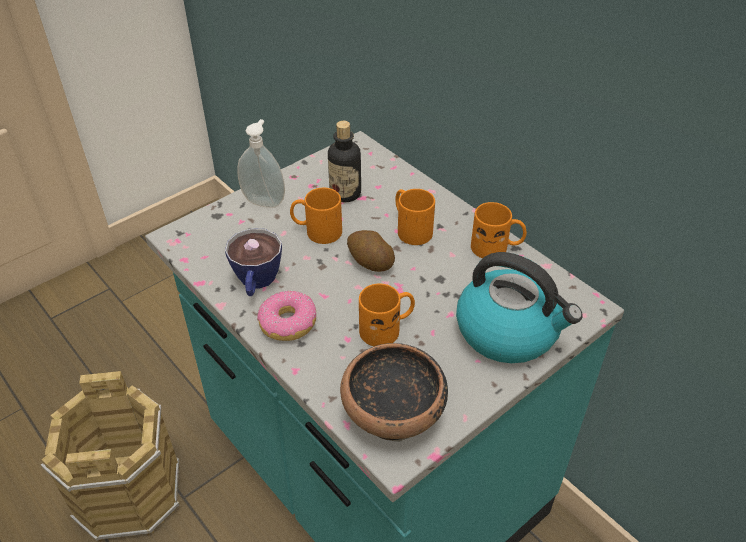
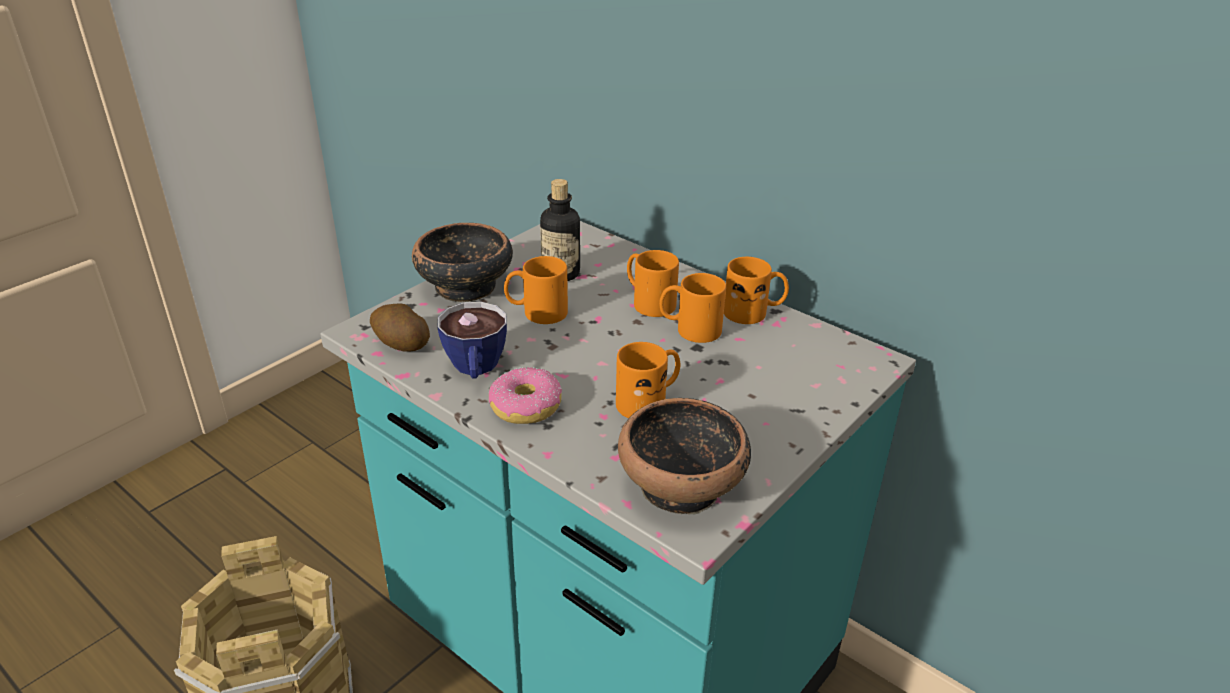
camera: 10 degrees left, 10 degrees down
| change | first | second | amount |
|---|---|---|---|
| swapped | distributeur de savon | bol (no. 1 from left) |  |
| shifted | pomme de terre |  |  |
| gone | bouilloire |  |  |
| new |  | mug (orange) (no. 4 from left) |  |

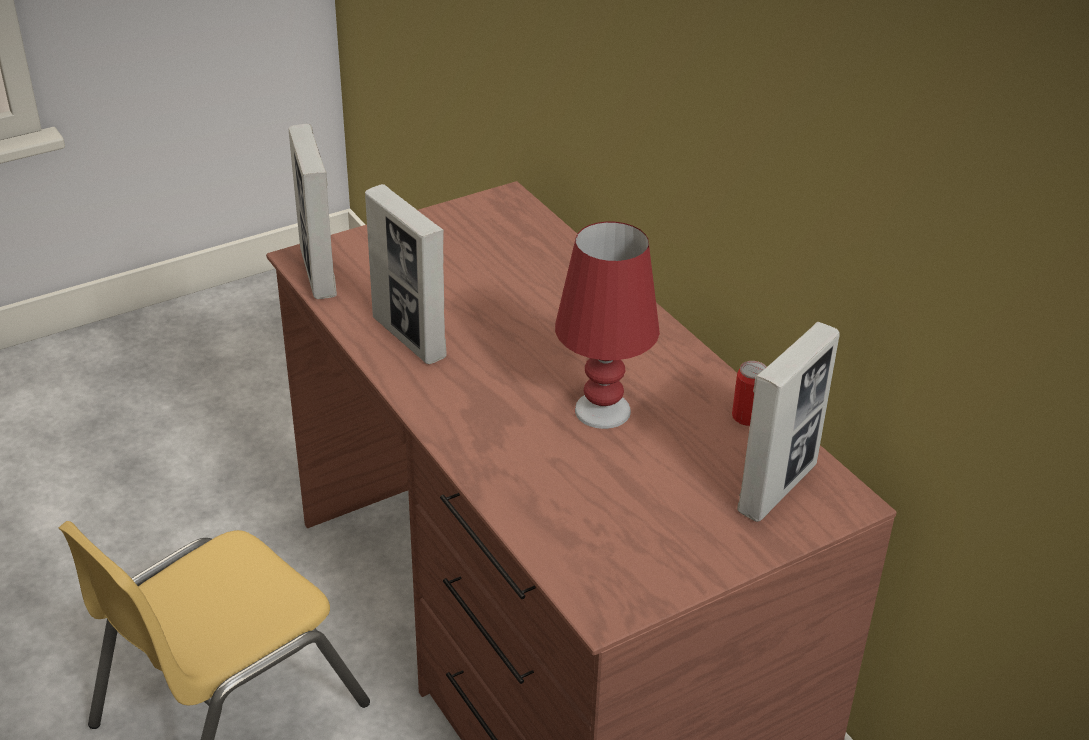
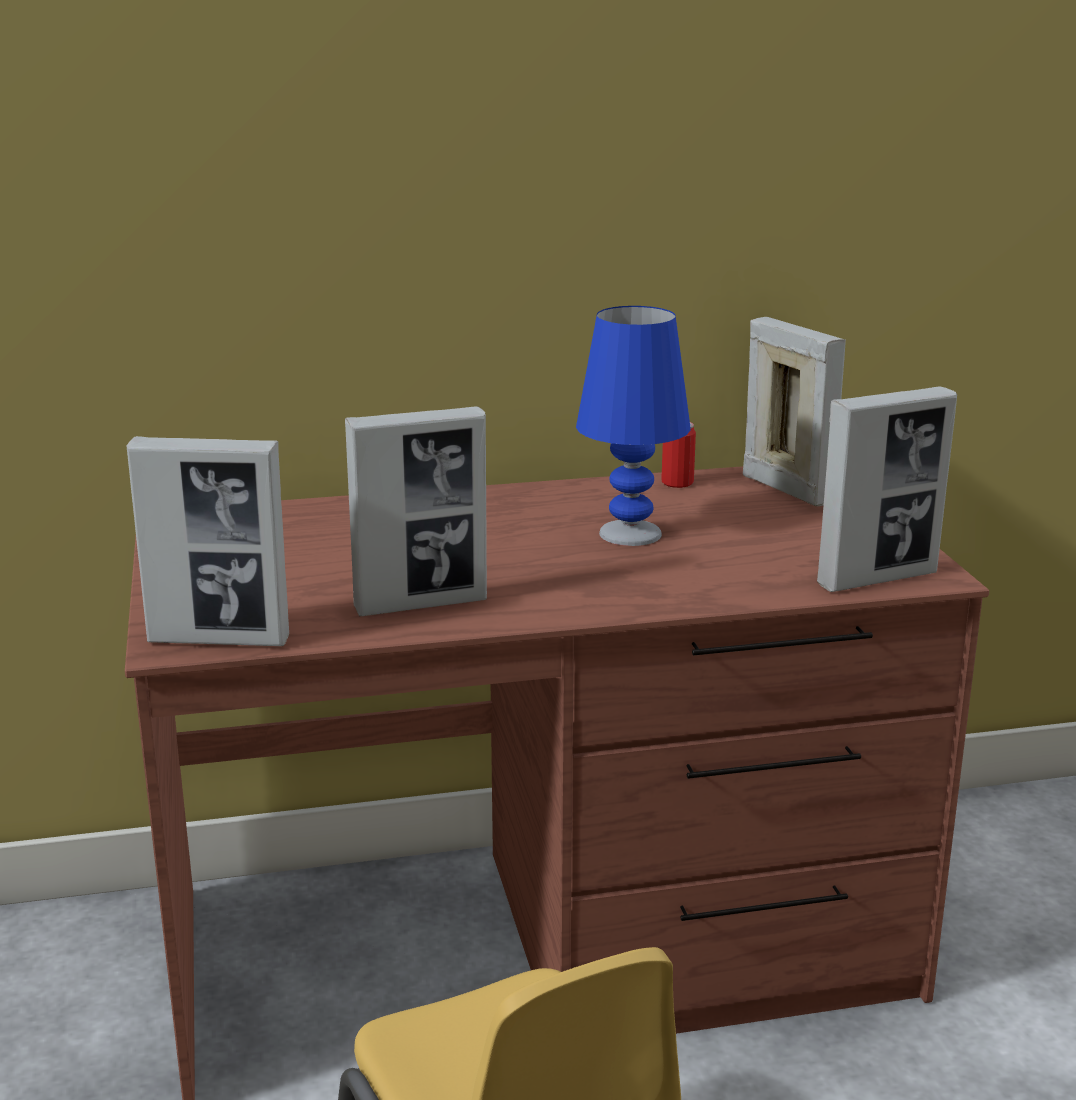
camera: 70 degrees left, 15 degrees down
| change | first | second | amount |
|---|---|---|---|
| repainted | lampe de table (rouge) | lampe de table (bleu) |  |
| new |  | cadre photo (no. 4 from left) |  |

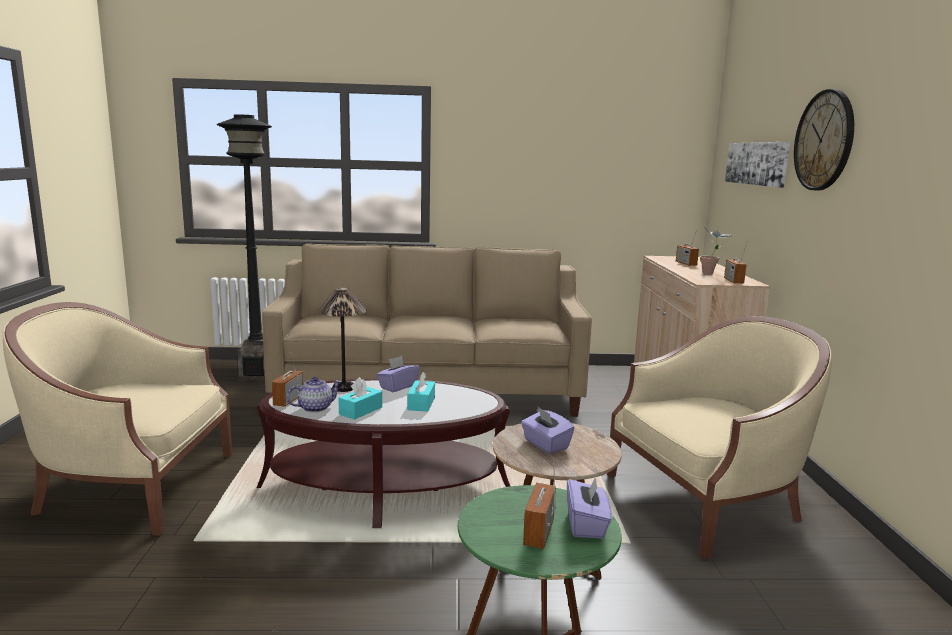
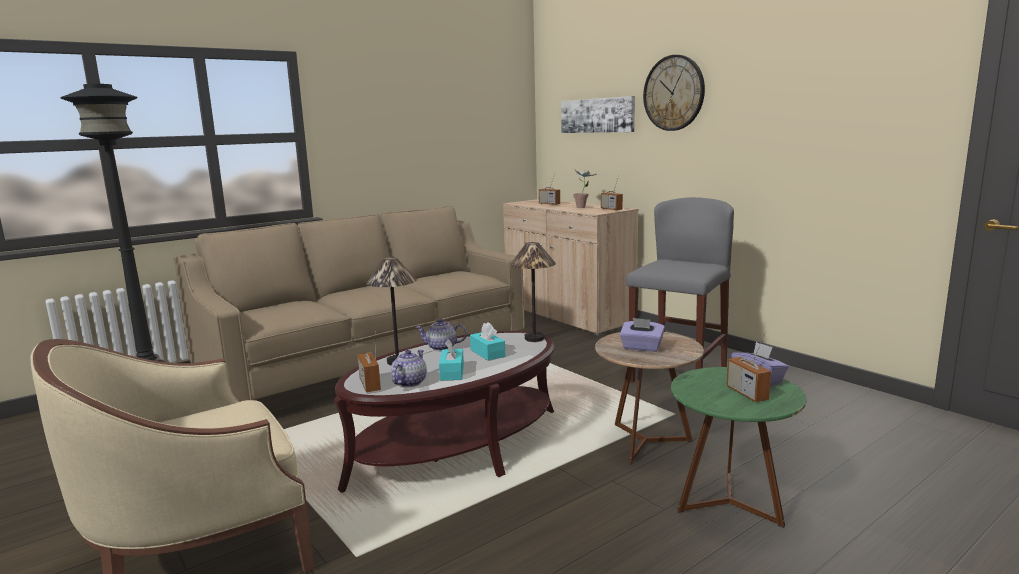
camera: 35 degrees left, 0 degrees up
| change | first | second | amount |
|---|---|---|---|
| swapped | boîte à mouchoirs (violet) (no. 1 from left) | théière (no. 2 from left) |  |
| swapped | fauteuil (beige) (no. 2 from left) | tabouret (gris) |  |
| new |  | lampe de table (no. 2 from left) |  |

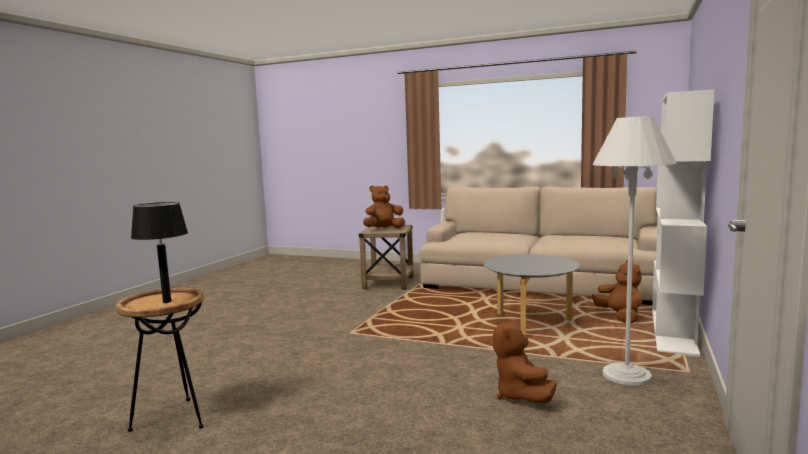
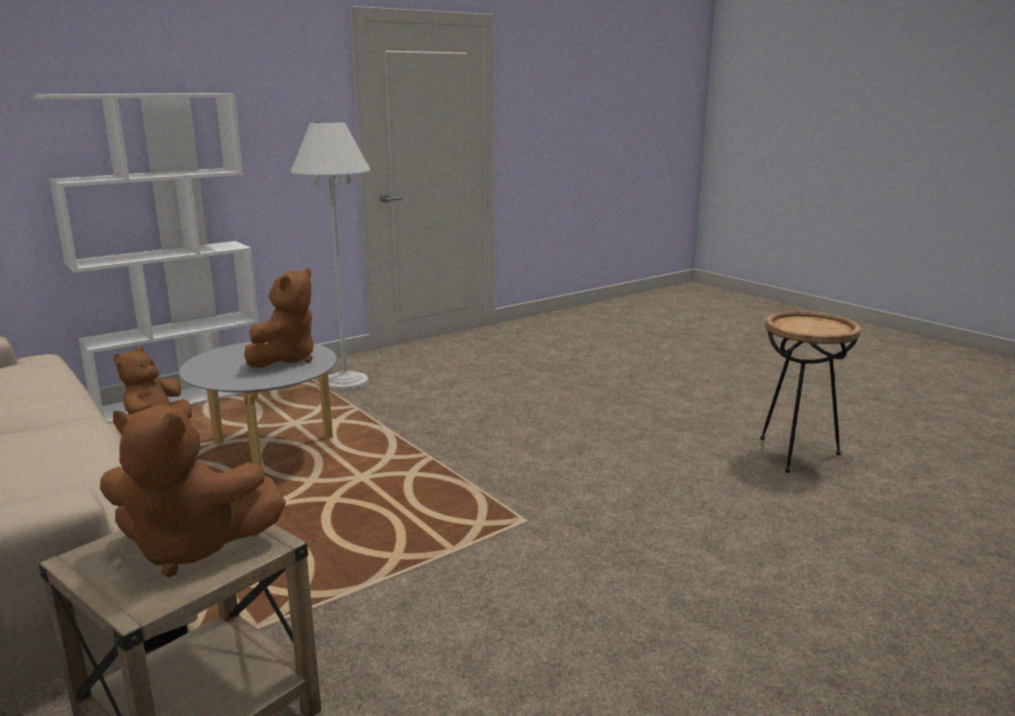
camera: 150 degrees left, 10 degrees up
| change | first | second | amount |
|---|---|---|---|
| gone | lampe de table (noir) |  |  |
| shifted | peluche (marron) (no. 2 from left in the first image) | peluche (marron) (no. 3 from left) |  |

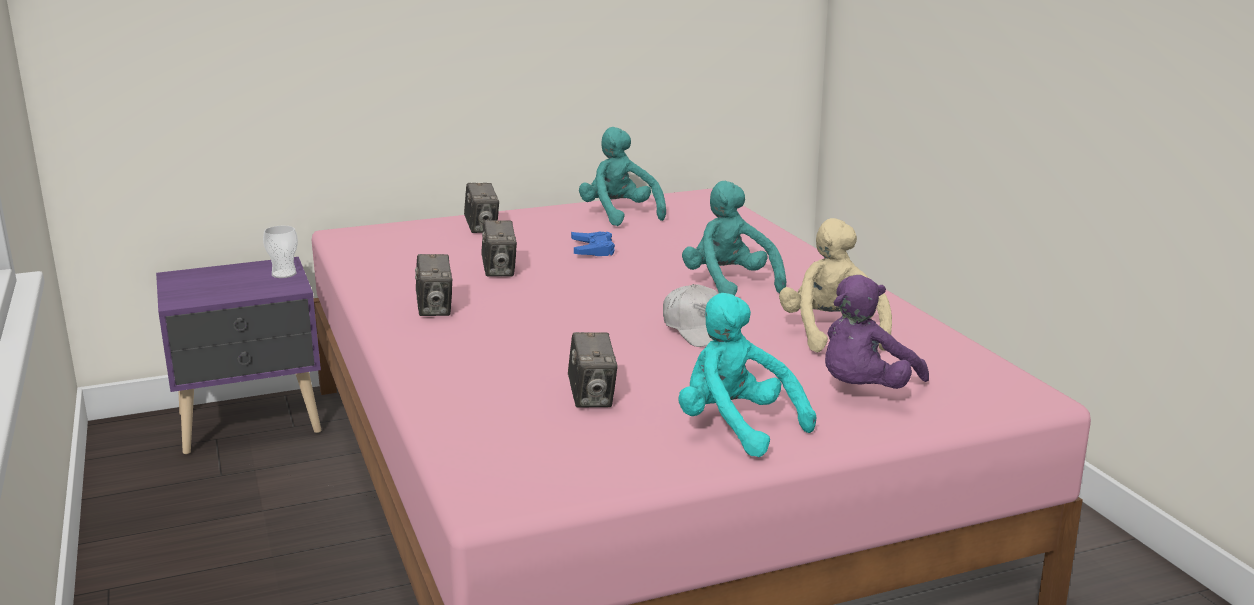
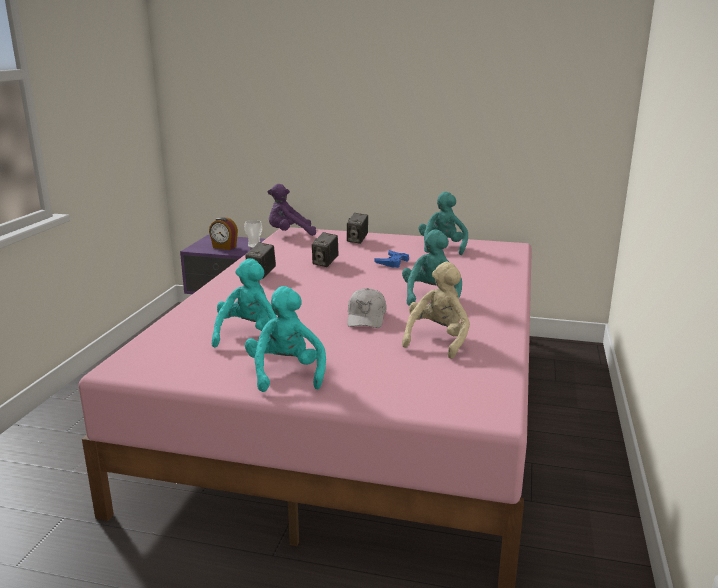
camera: 35 degrees right, 0 degrees up
| change | first | second | amount |
|---|---|---|---|
| swapped | appareil photo (no. 4 from left) | peluche (turquoise) (no. 1 from left) |  |
| shifted | peluche (violet) |  |  |
| new |  | réveil |  |

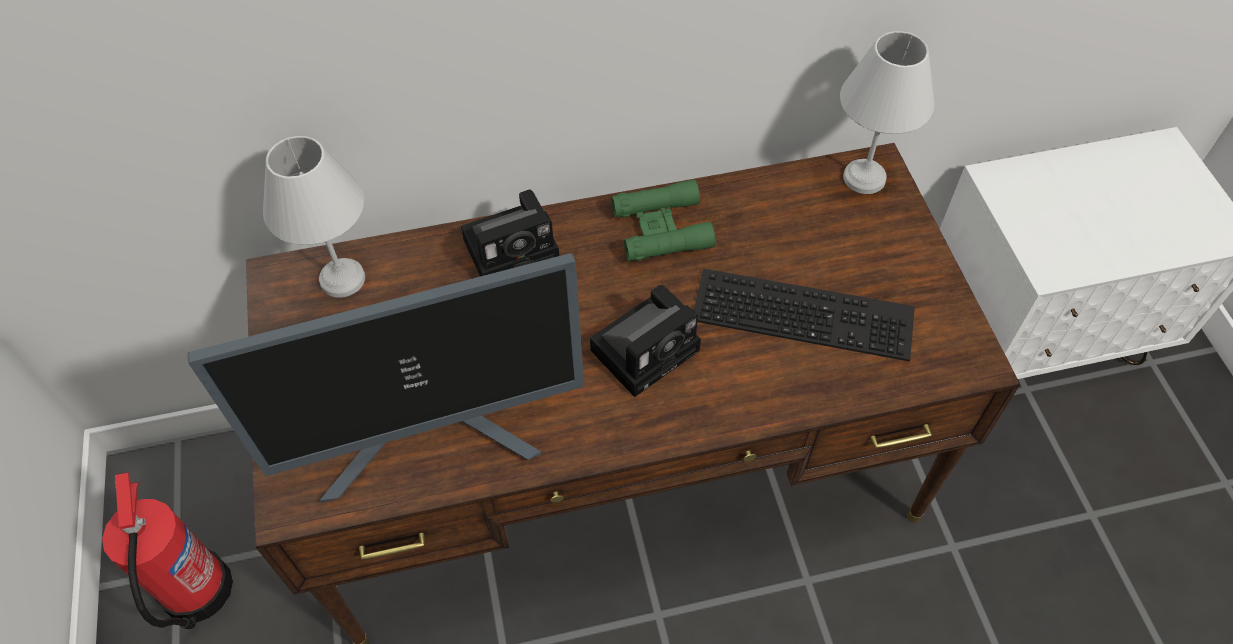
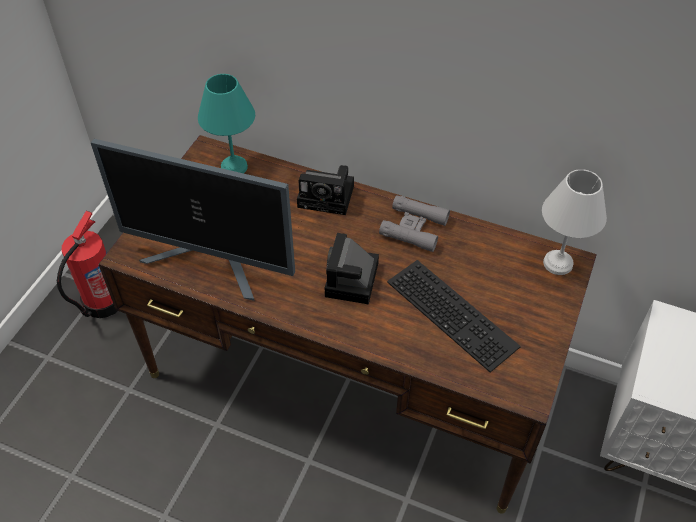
camera: 35 degrees right, 5 degrees down
| change | first | second | amount |
|---|---|---|---|
| repainted | lampe de table (blanc) (no. 1 from left) | lampe de table (turquoise) |  |
| rotated | appareil photo (no. 2 from left) |  | 105 degrees clockwise |
| repainted | jumelles (vert) | jumelles (gris) |  |

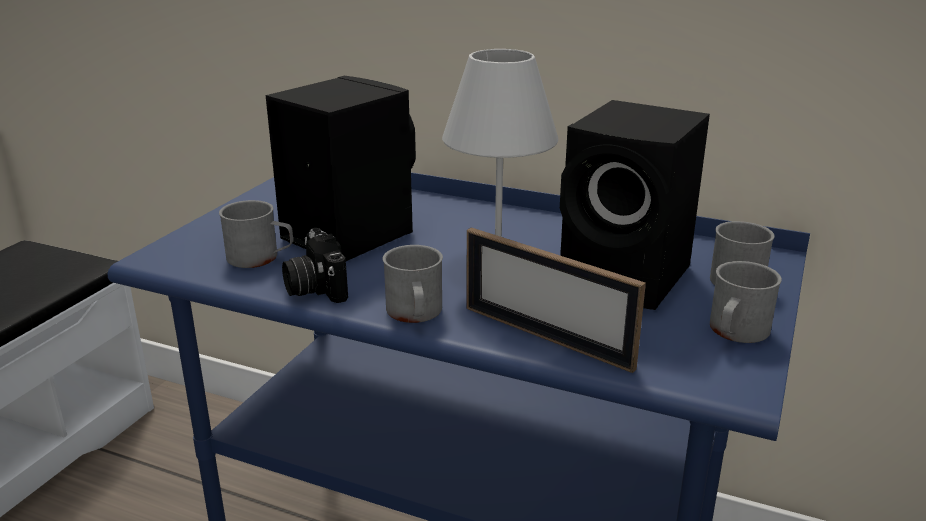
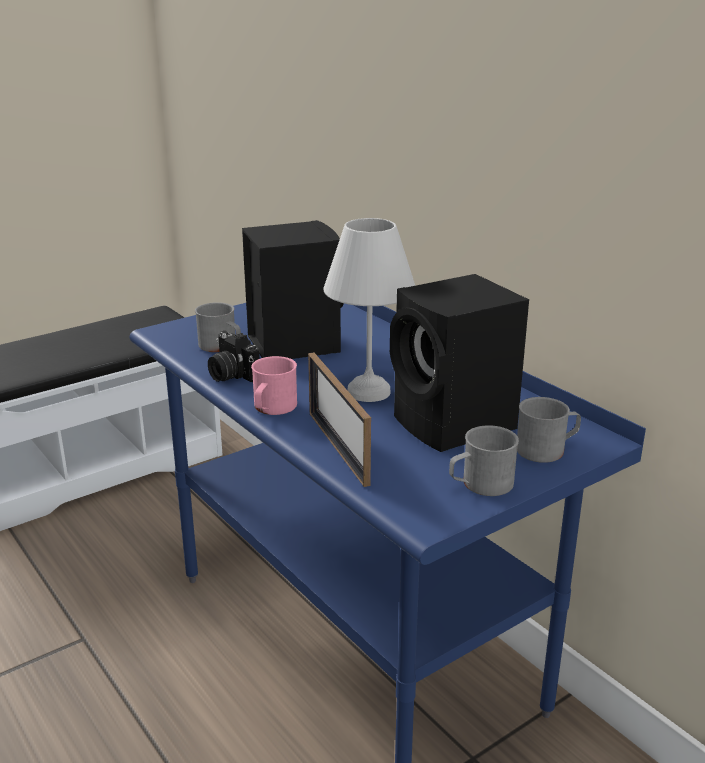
camera: 30 degrees right, 0 degrees up
| change | first | second | amount |
|---|---|---|---|
| rotated | appareil photo |  | 45 degrees counterclockwise |
| repainted | mug (gris) (no. 2 from left) | mug (rose) |  |

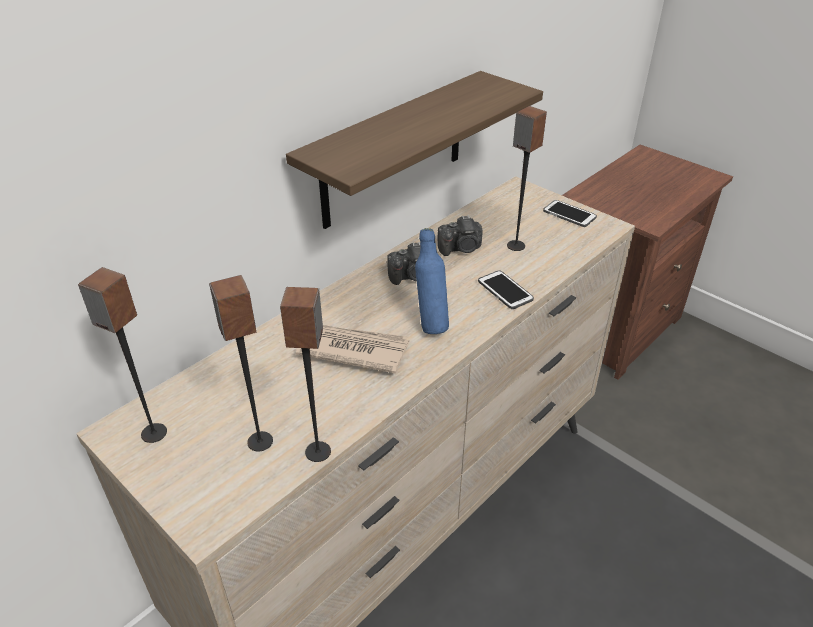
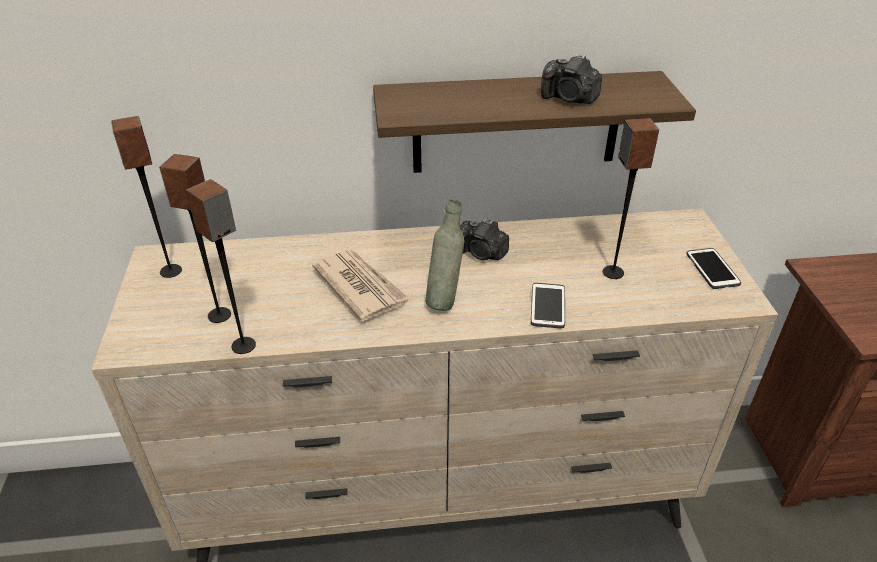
camera: 40 degrees right, 0 degrees up
| change | first | second | amount |
|---|---|---|---|
| repainted | bouteille (bleu) | bouteille (gris) |  |
| shifted | appareil photo (no. 2 from left) |  |  |

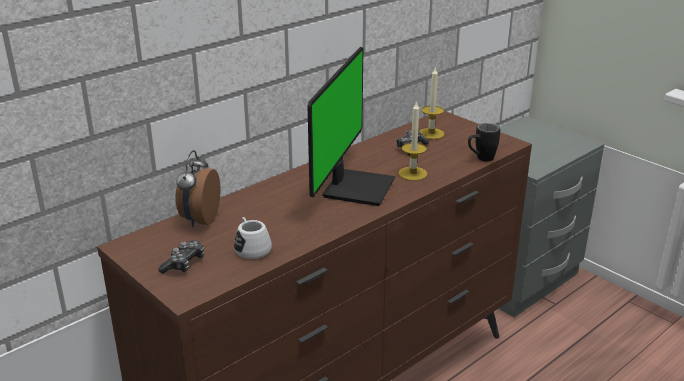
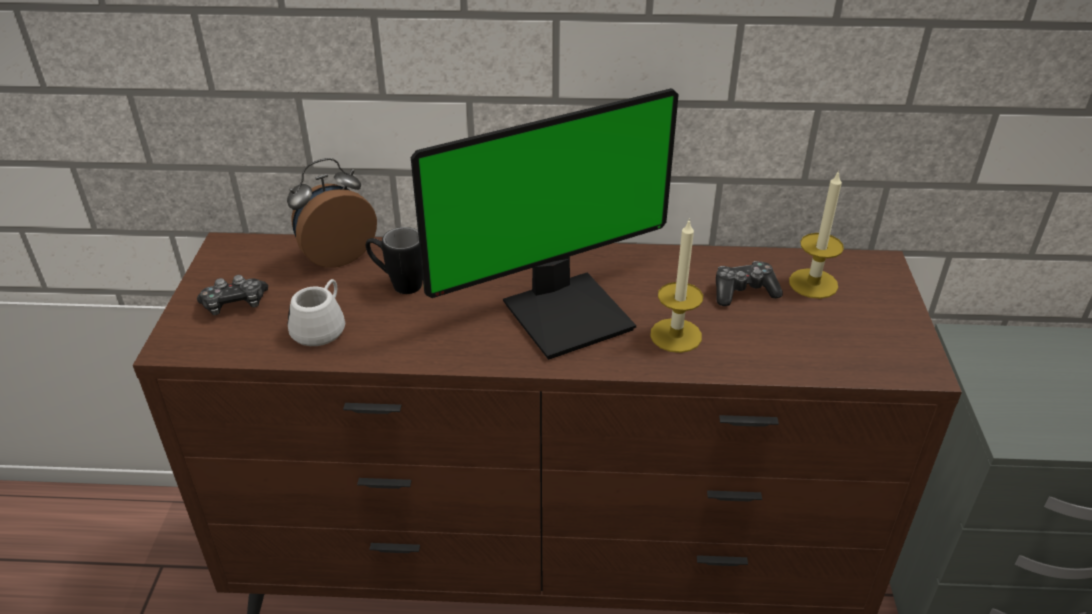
camera: 45 degrees right, 10 degrees up
| change | first | second | amount |
|---|---|---|---|
| shifted | mug (noir) |  |  |

